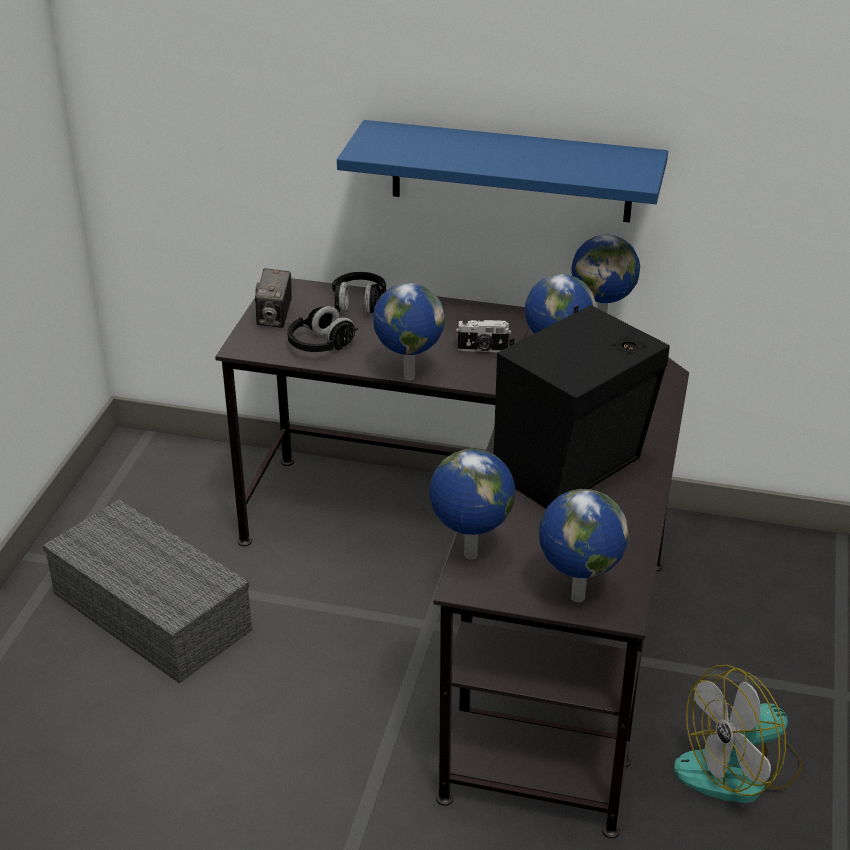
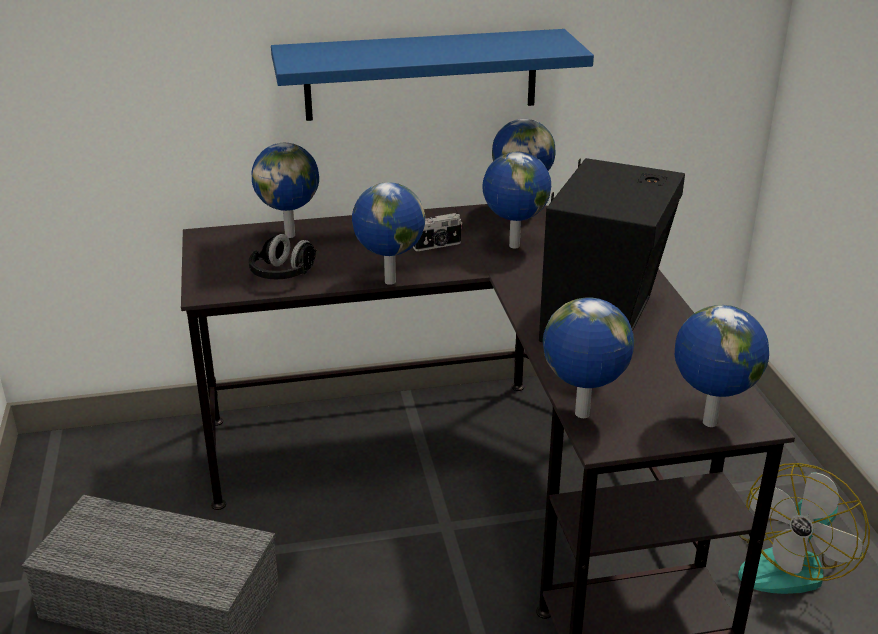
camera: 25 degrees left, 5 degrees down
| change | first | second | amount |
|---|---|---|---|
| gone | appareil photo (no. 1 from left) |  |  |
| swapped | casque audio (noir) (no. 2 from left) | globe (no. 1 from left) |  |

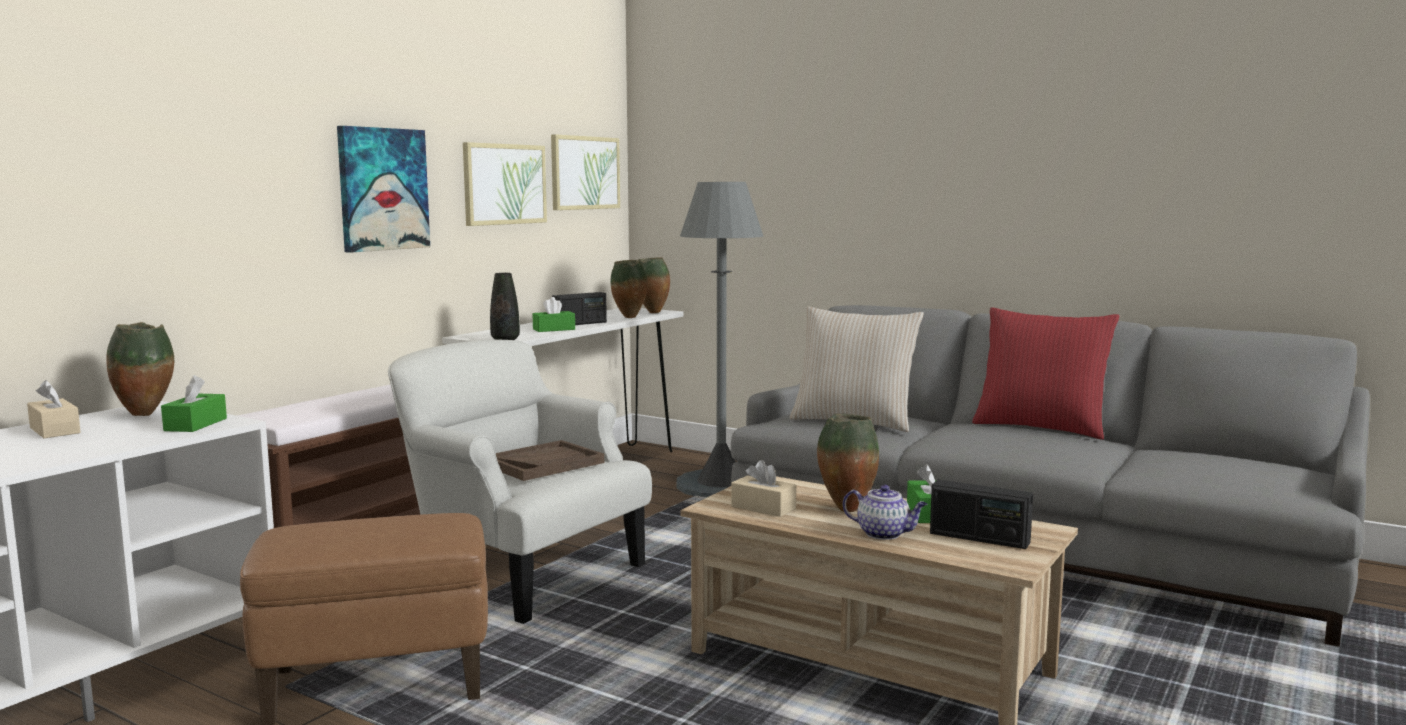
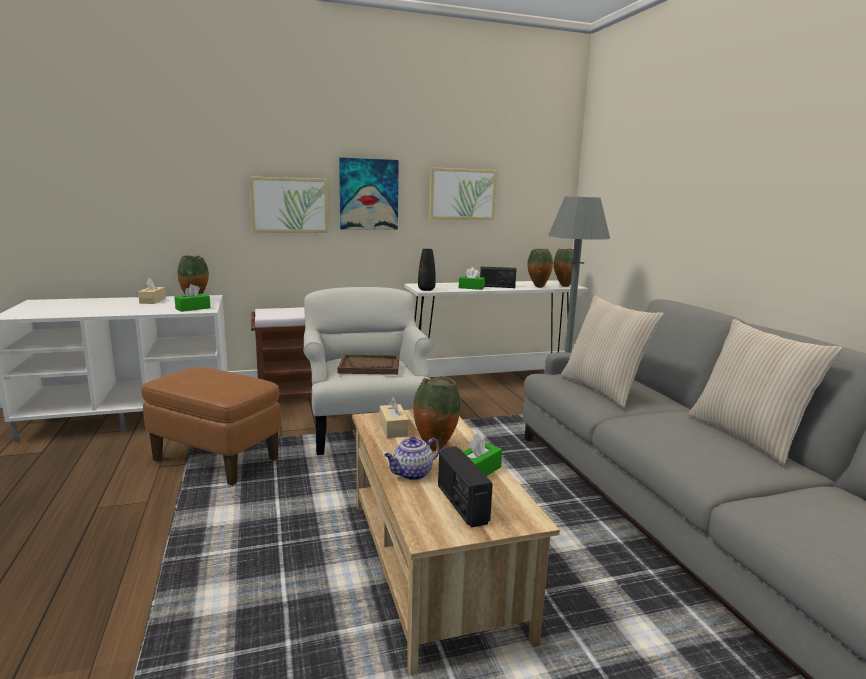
camera: 40 degrees right, 5 degrees up
| change | first | second | amount |
|---|---|---|---|
| shifted | tableau (no. 3 from left in the first image) | tableau (no. 1 from left) |  |
| rotated | théière |  | 75 degrees clockwise |
| repainted | coussin (rouge) | coussin (beige) (no. 2 from left) |  |

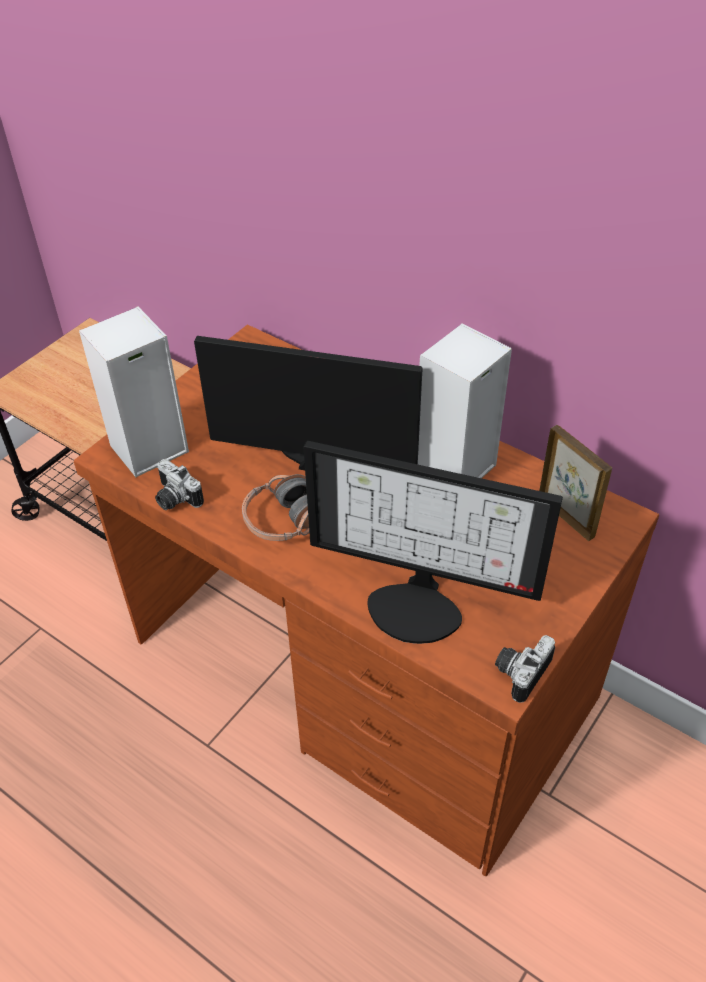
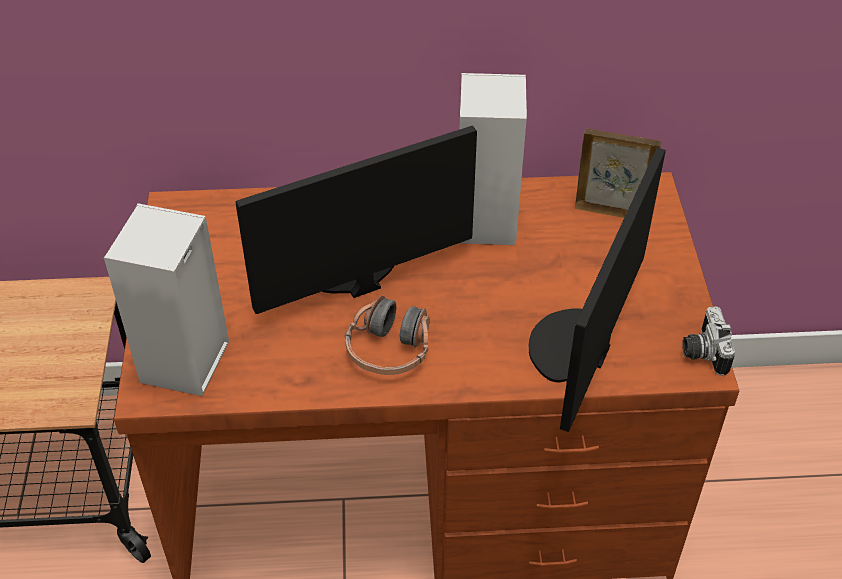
camera: 40 degrees left, 0 degrees up
| change | first | second | amount |
|---|---|---|---|
| gone | appareil photo (no. 1 from left) |  |  |
| rotated | écran d'ordinateur (no. 2 from left) |  | 135 degrees clockwise |

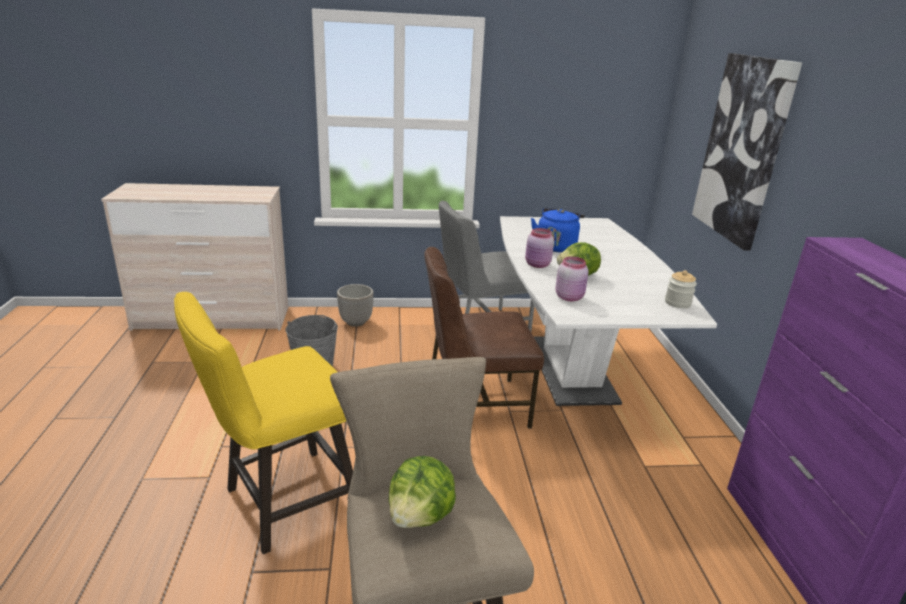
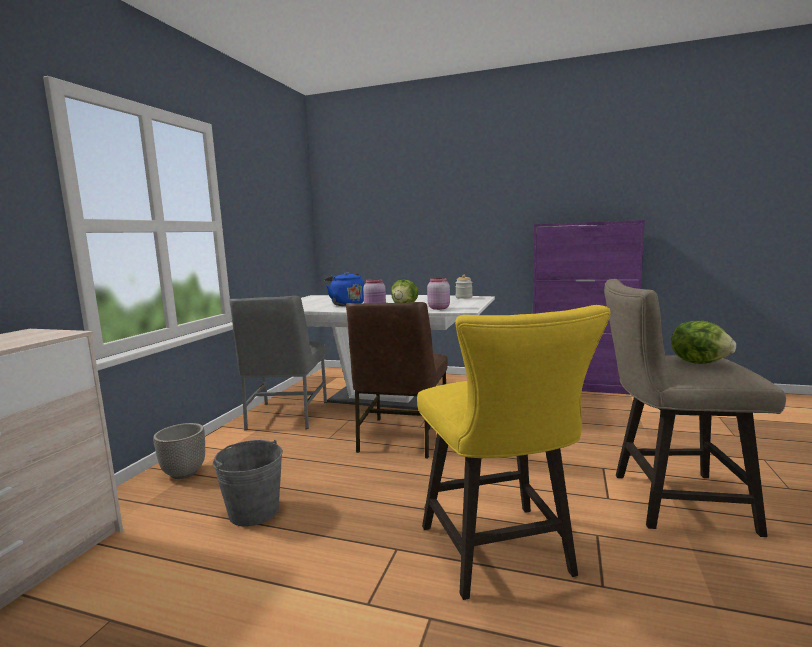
camera: 65 degrees left, 15 degrees down
| change | first | second | amount |
|---|---|---|---|
| gone | tableau |  |  |

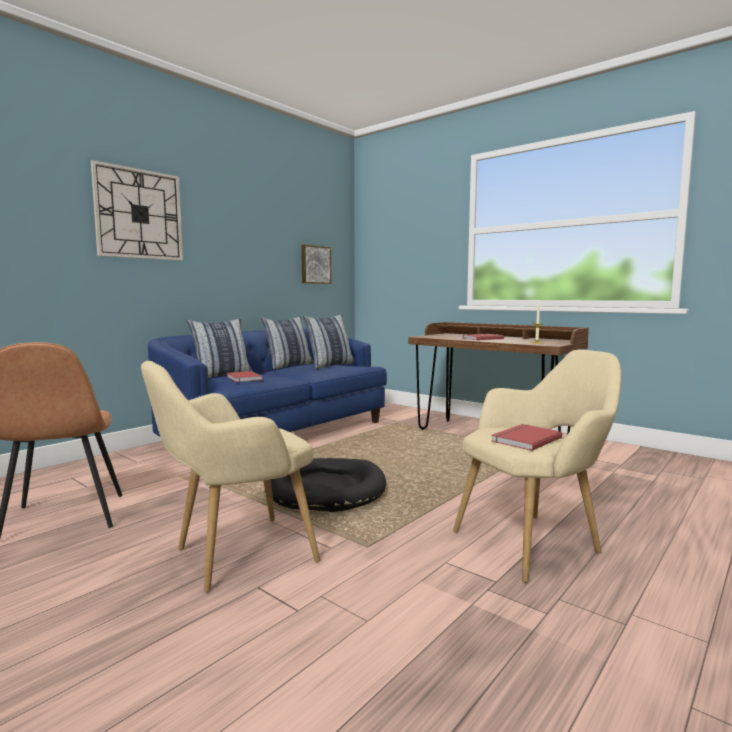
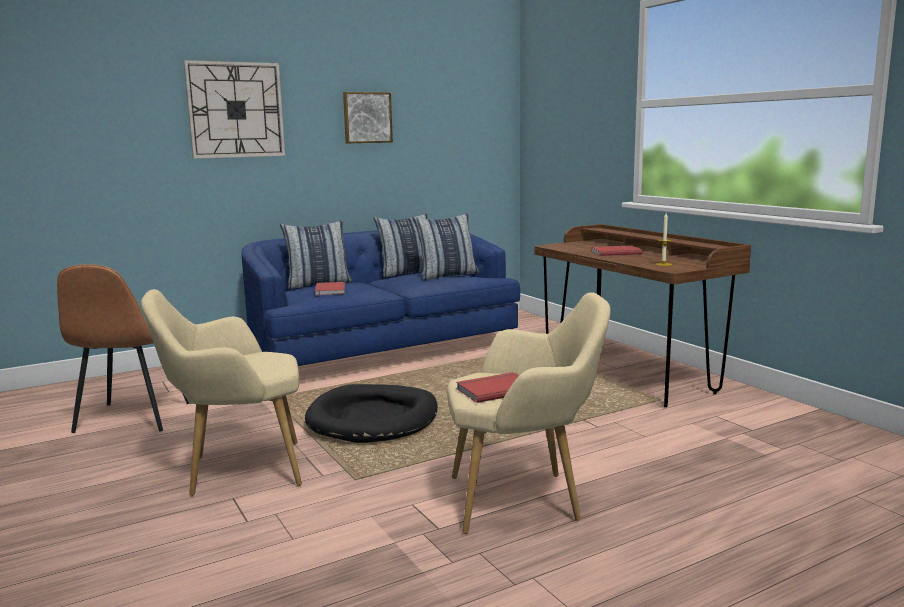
camera: 20 degrees right, 5 degrees up
| change | first | second | amount |
|---|---|---|---|
| shifted | tableau |  |  |

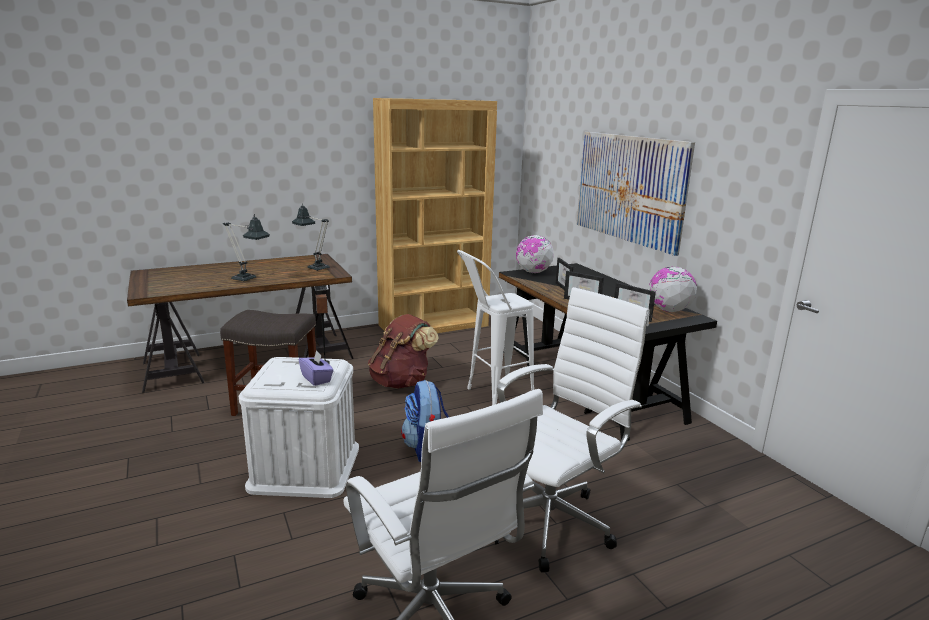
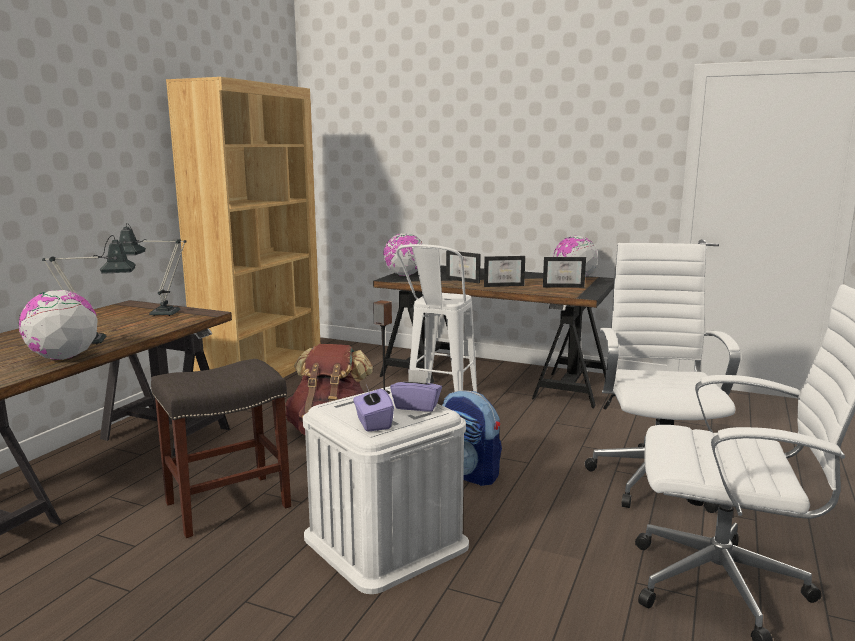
camera: 40 degrees left, 5 degrees down
| change | first | second | amount |
|---|---|---|---|
| gone | tableau |  |  |
| new |  | globe (no. 1 from left) |  |
| new |  | boîte à mouchoirs (violet) (no. 1 from left) |  |

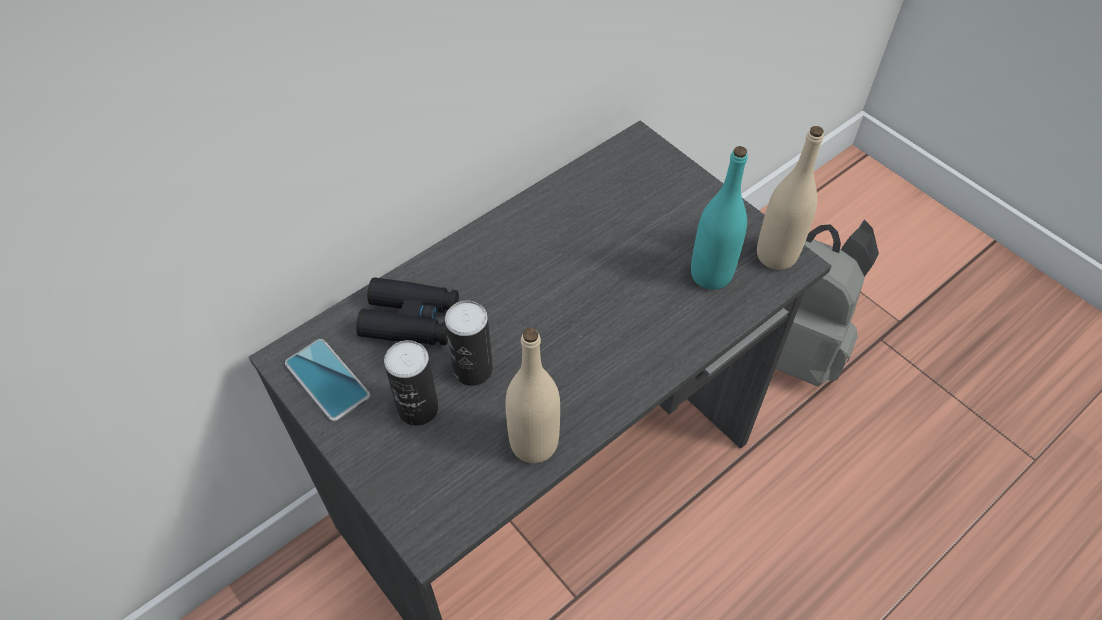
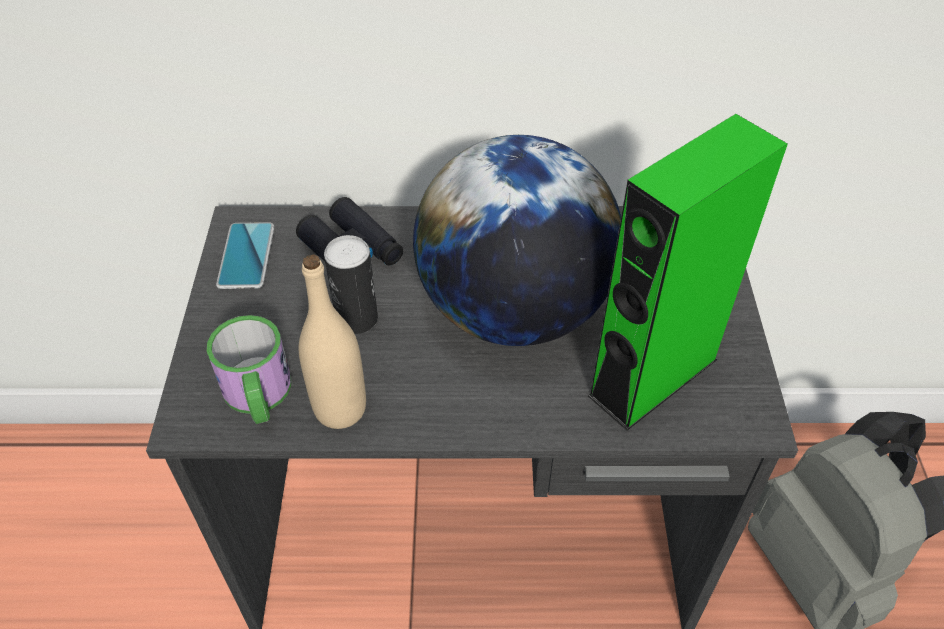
camera: 40 degrees right, 5 degrees down
| change | first | second | amount |
|---|---|---|---|
| gone | boîte métallique (no. 1 from left) |  |  |
| swapped | bouteille (turquoise) | enceinte (vert) |  |
| gone | bouteille (beige) (no. 2 from left) |  |  |
| new |  | mug |  |
| new |  | globe |  |

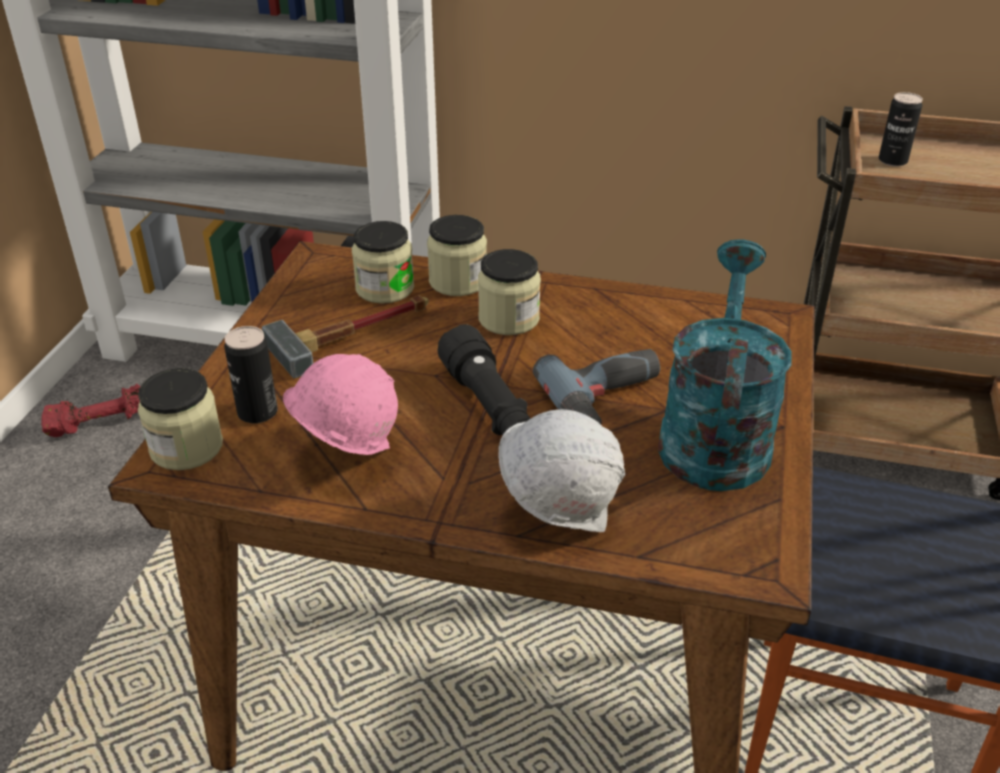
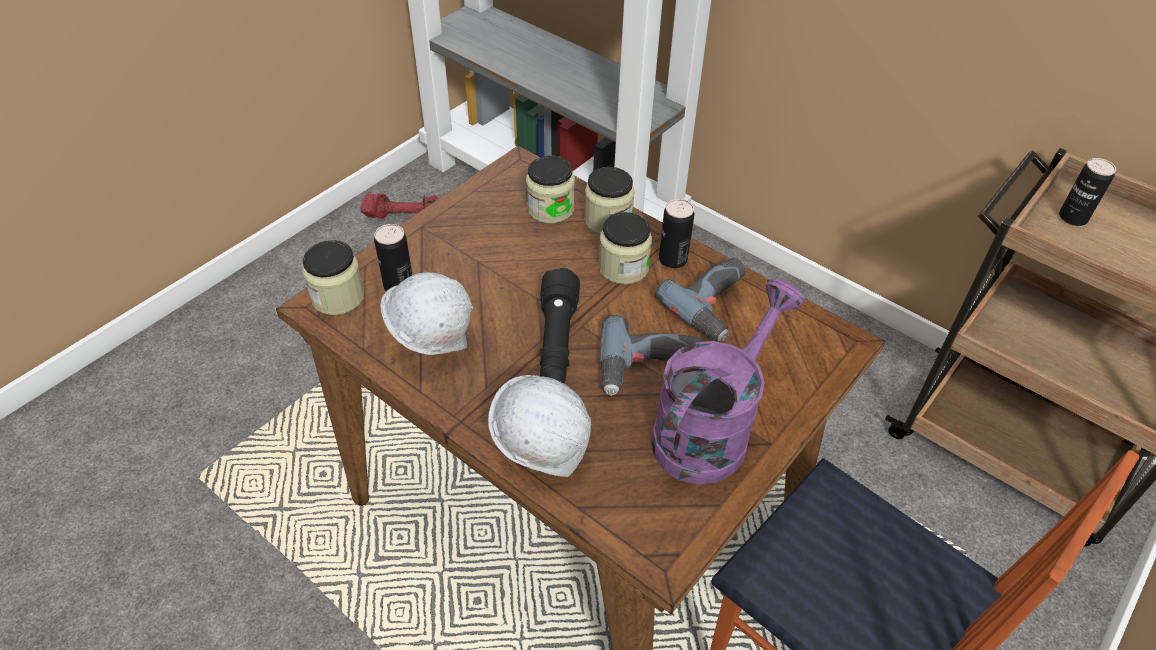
camera: 25 degrees right, 10 degrees up
| change | first | second | amount |
|---|---|---|---|
| gone | marteau |  |  |
| repainted | casque de chantier (rose) | casque de chantier (blanc) (no. 1 from left) |  |
| repainted | arrosoir (turquoise) | arrosoir (violet) |  |
| new |  | perceuse (no. 2 from left) |  |
| new |  | boîte métallique (no. 2 from left) |  |

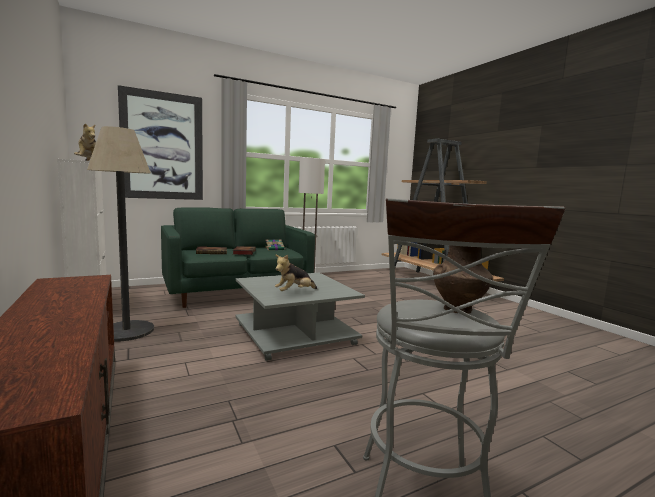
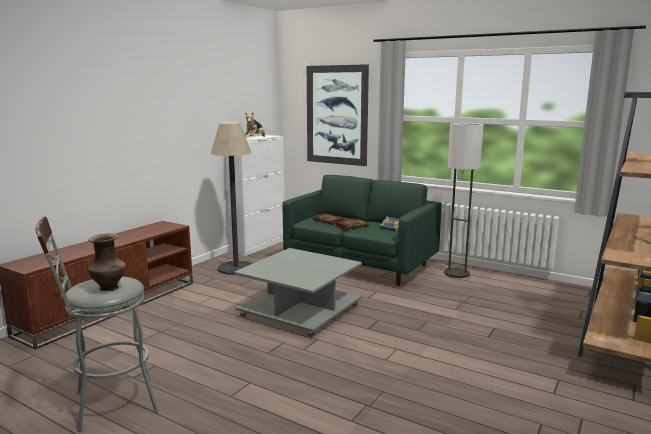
camera: 60 degrees right, 5 degrees up
| change | first | second | amount |
|---|---|---|---|
| gone | peluche (no. 2 from left) |  |  |

